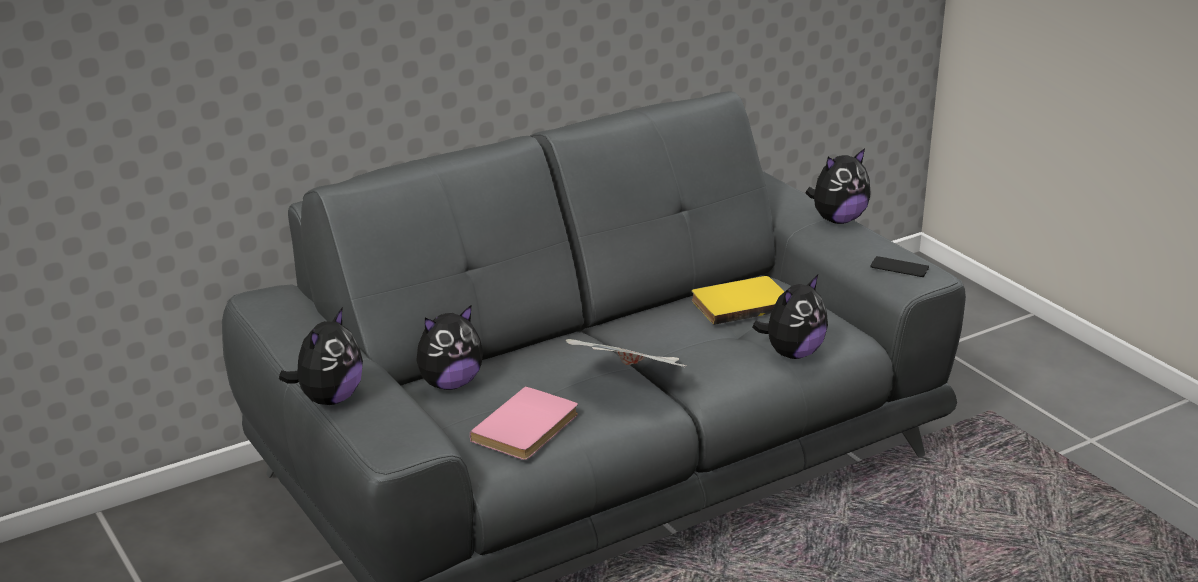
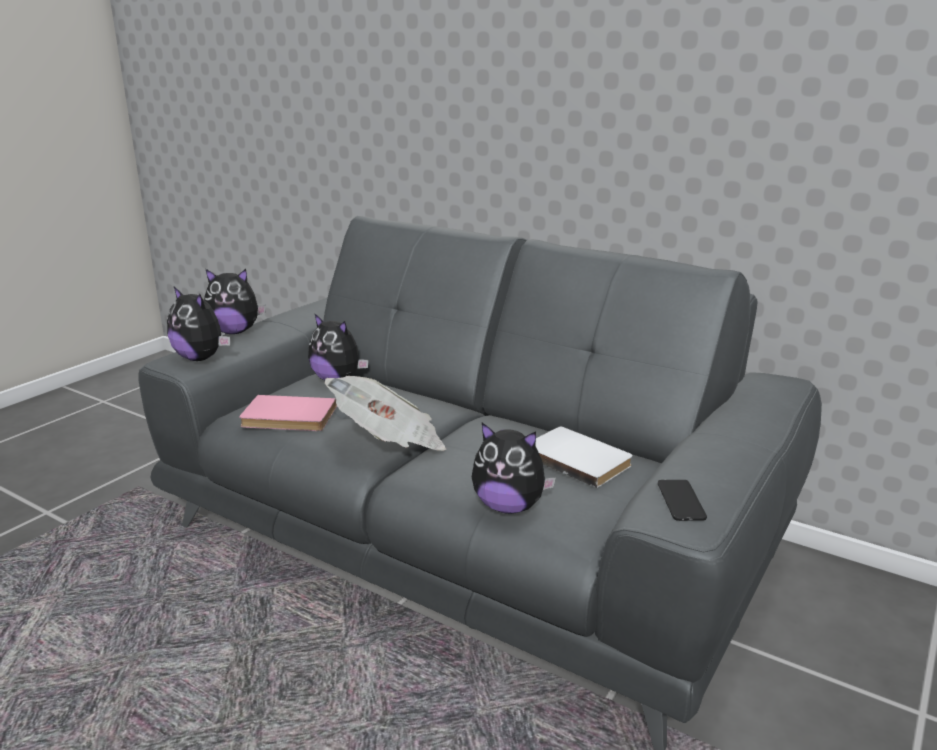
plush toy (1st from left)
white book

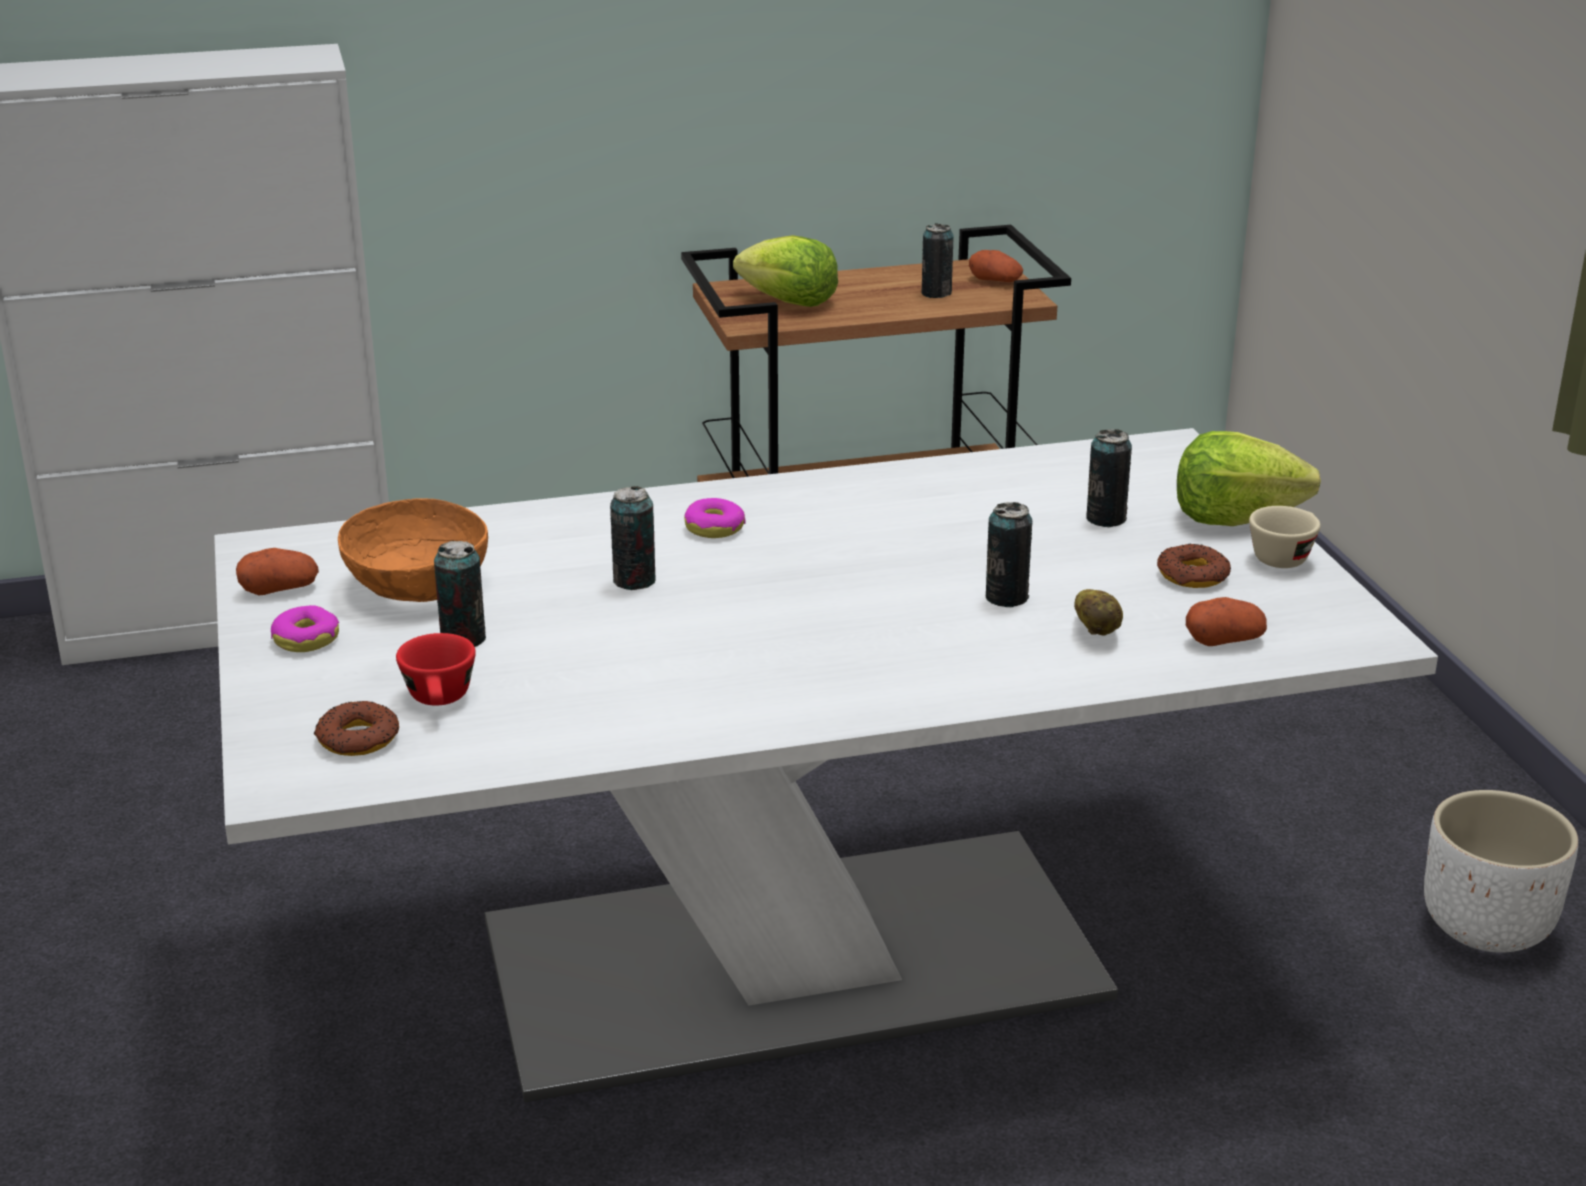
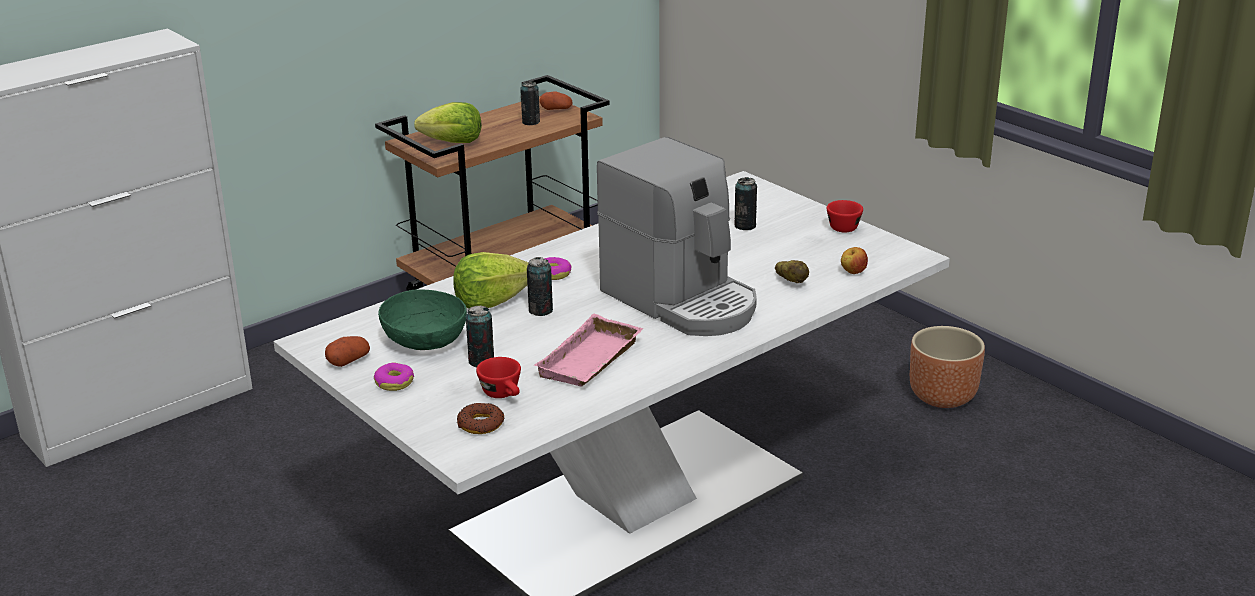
lettuce (2nd from left)
green bowl
can (4th from left in the first image)
red cup (2nd from left)
donut (4th from left in the first image)
apple
brown planter
coffee machine
pink tray

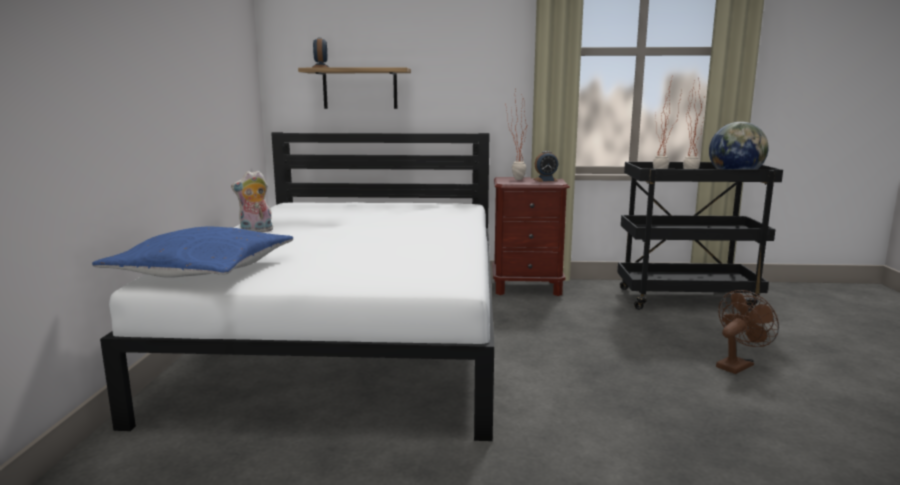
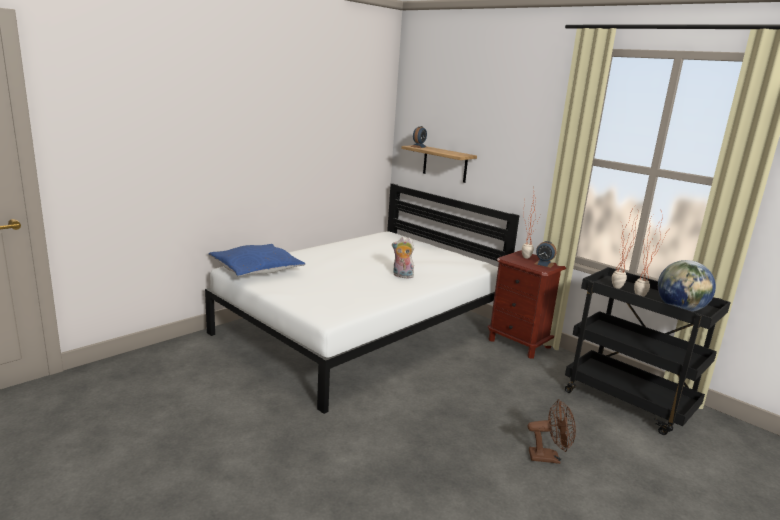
plush toy

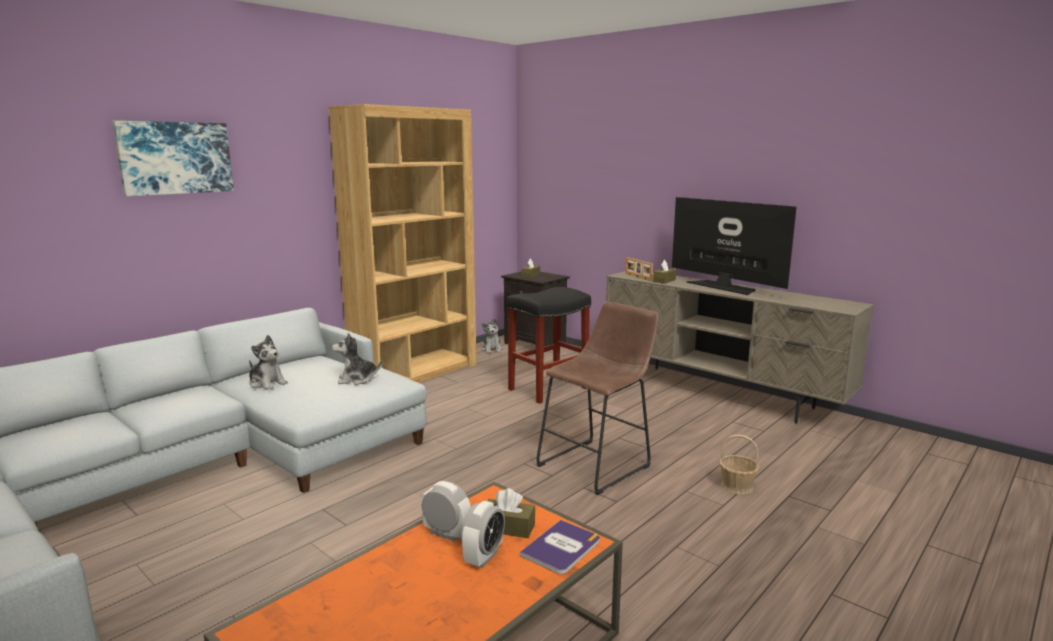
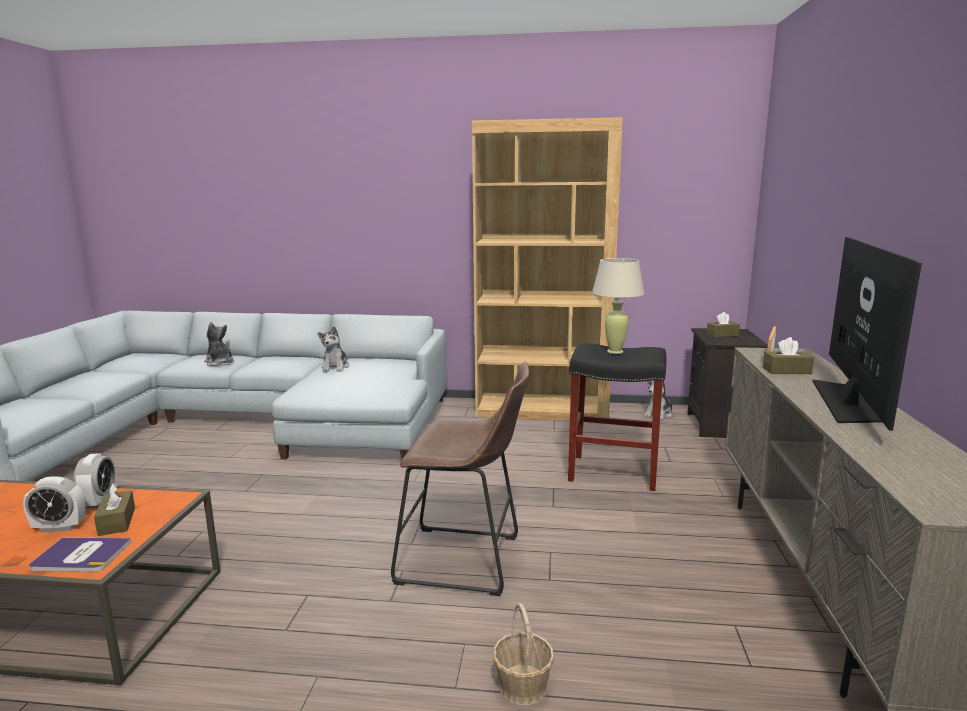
picture
plush toy (1st from left)
beige table lamp

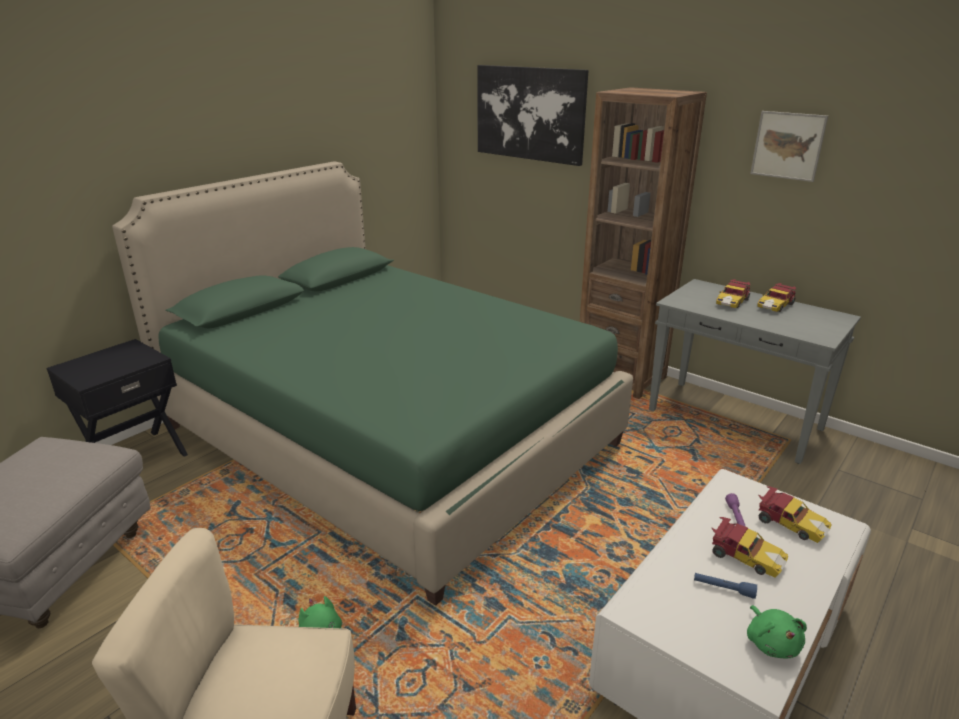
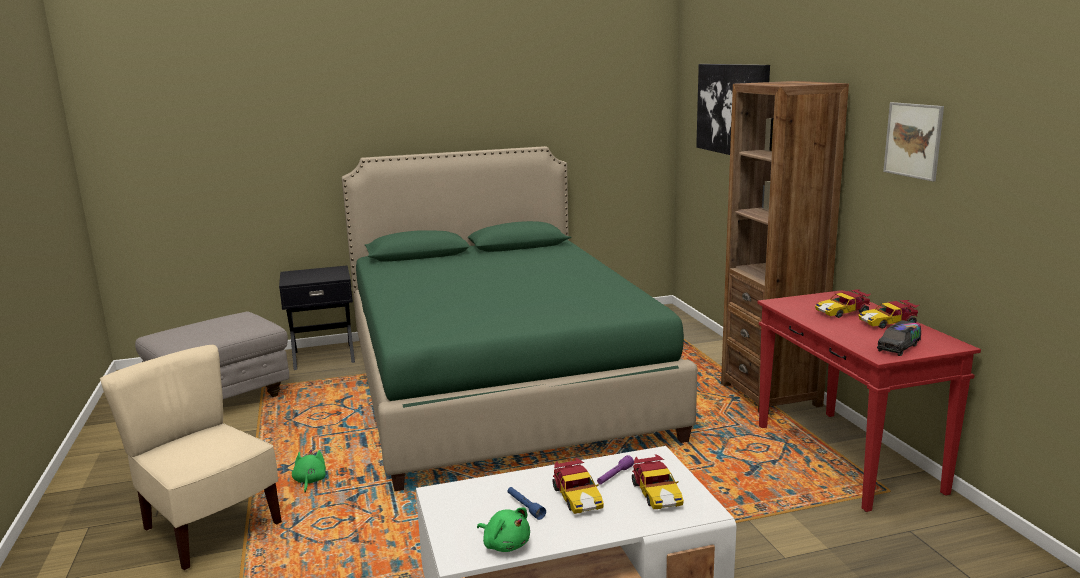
red console table
green plush toy (2nd from left)
toy truck

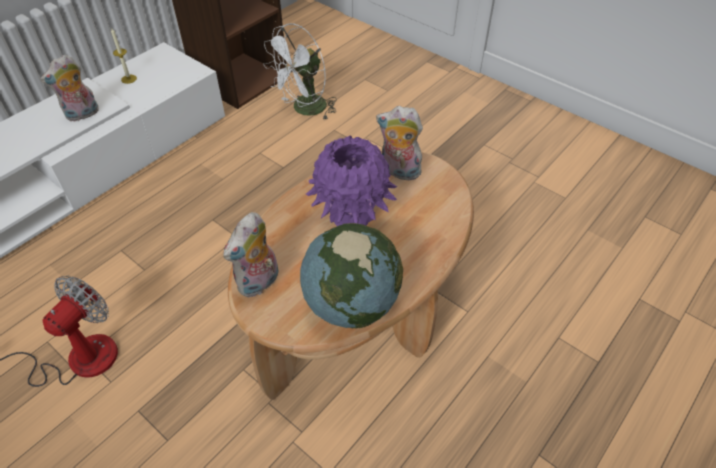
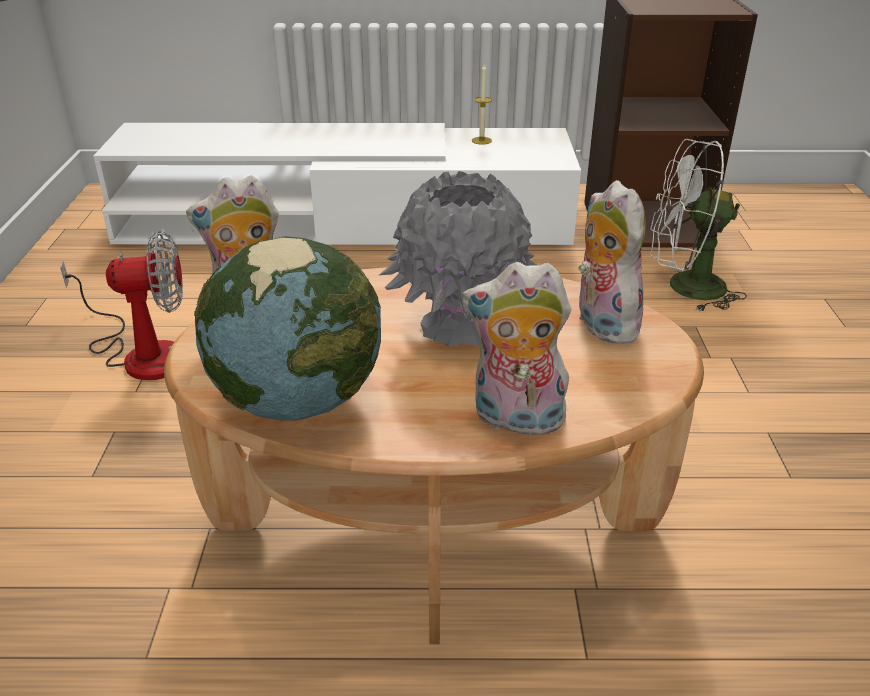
plush toy (2nd from left)
grey vase

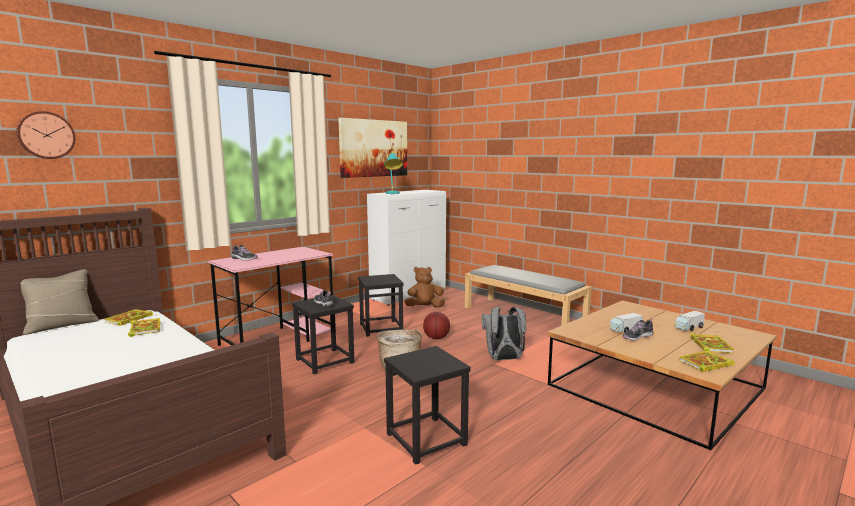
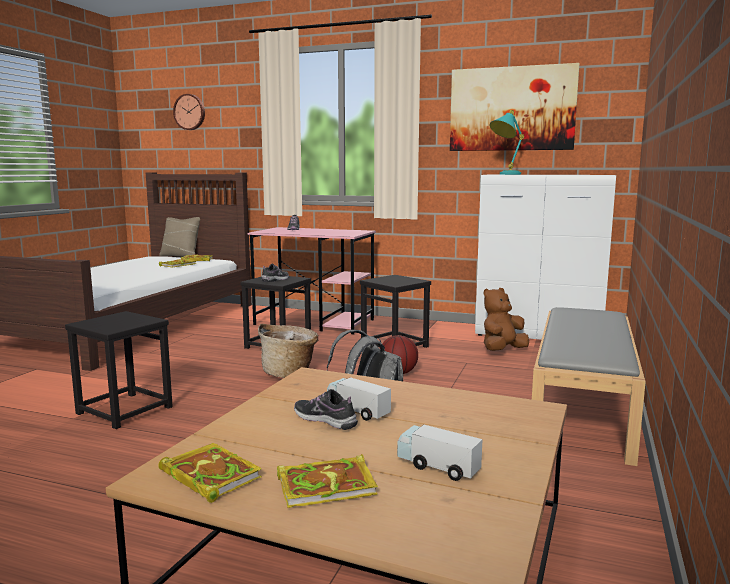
brown plush toy

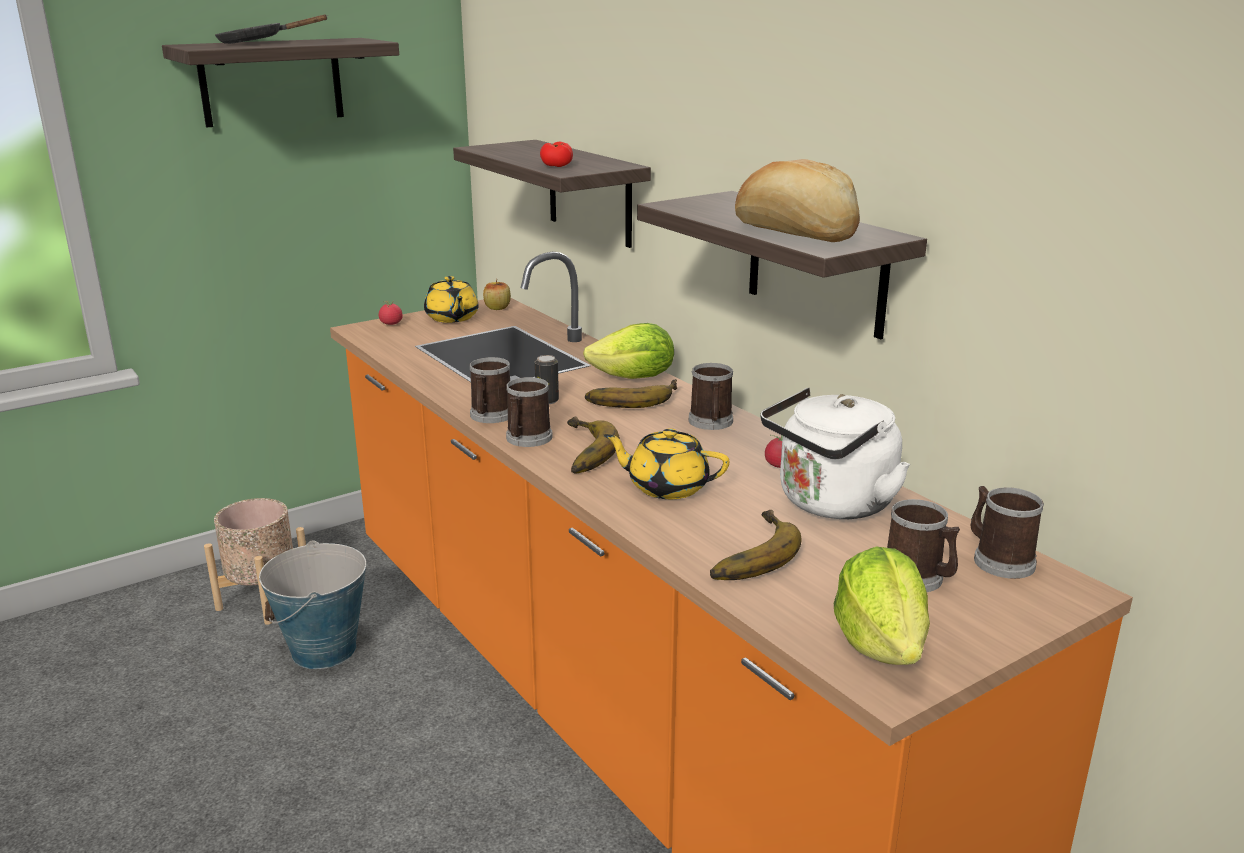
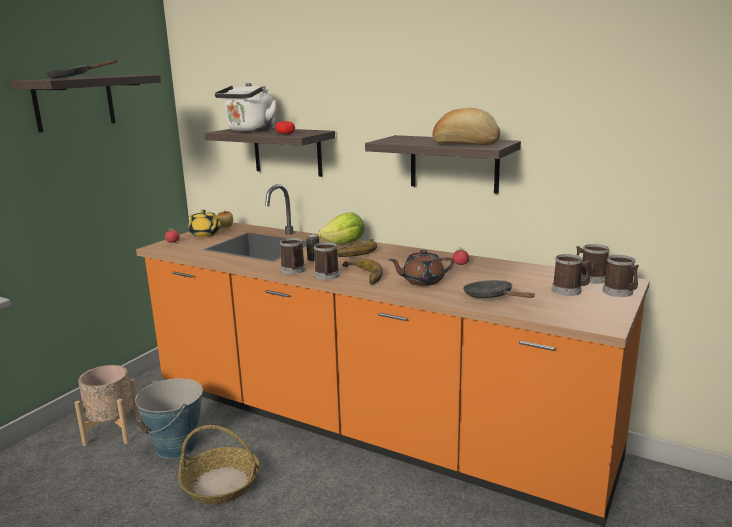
mug (5th from left)
white kettle
brown teapot
black frying pan (2nd from left)
lettuce (2nd from left in the first image)
basket

